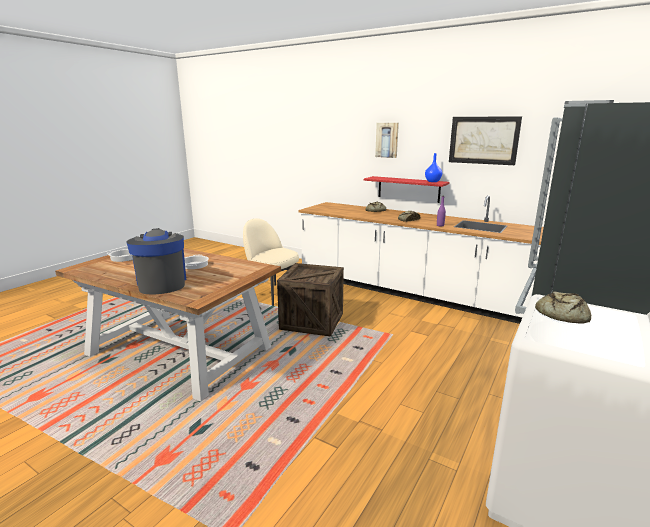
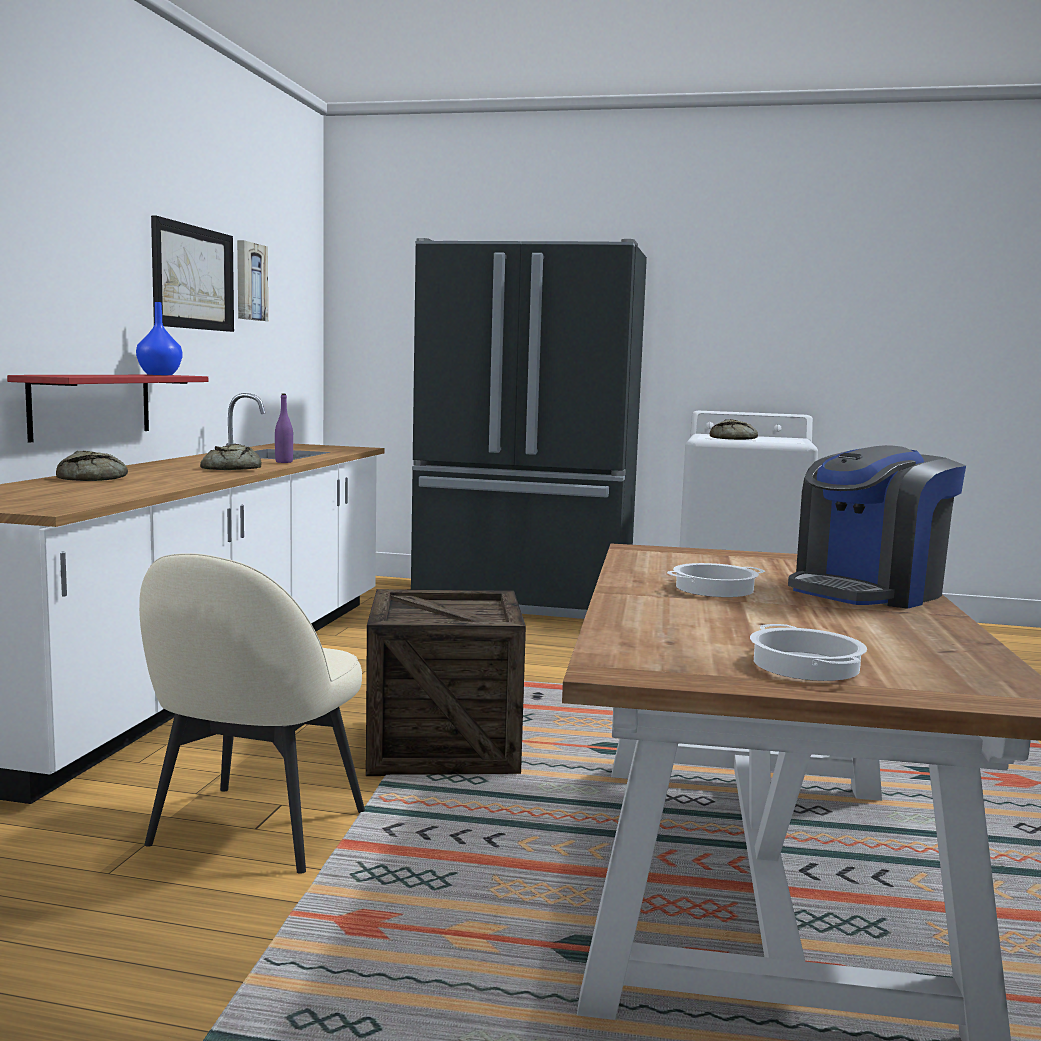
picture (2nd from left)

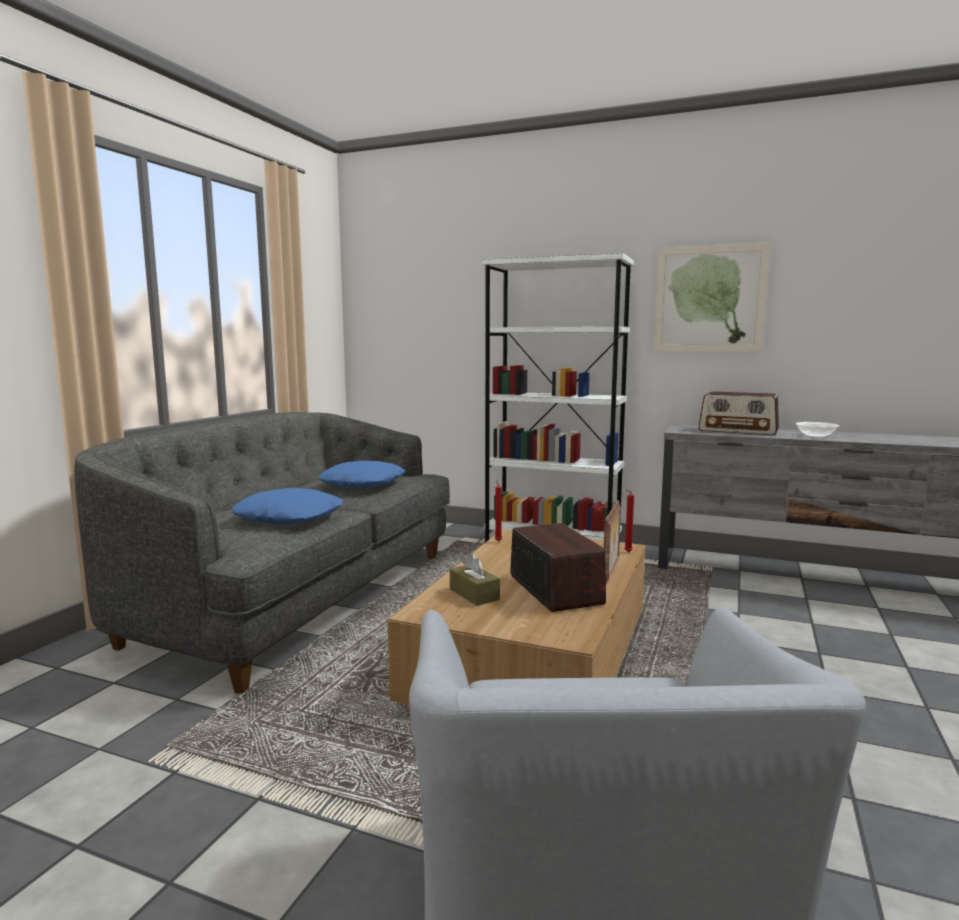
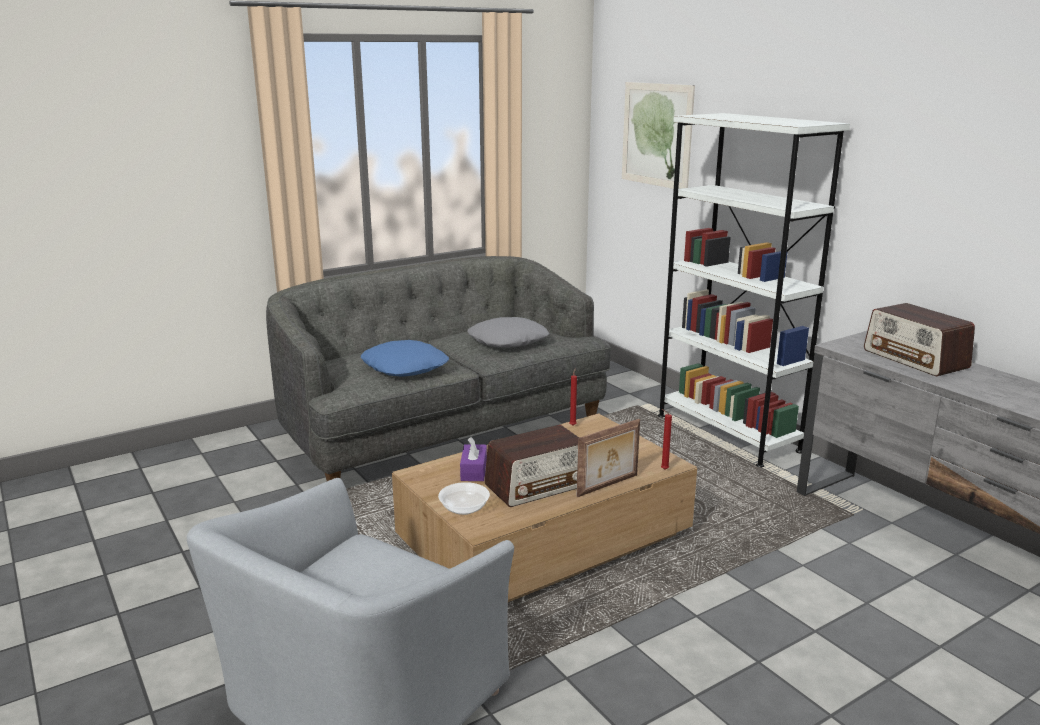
picture
bowl
grey pillow
radio (1st from left)
purple tissue box

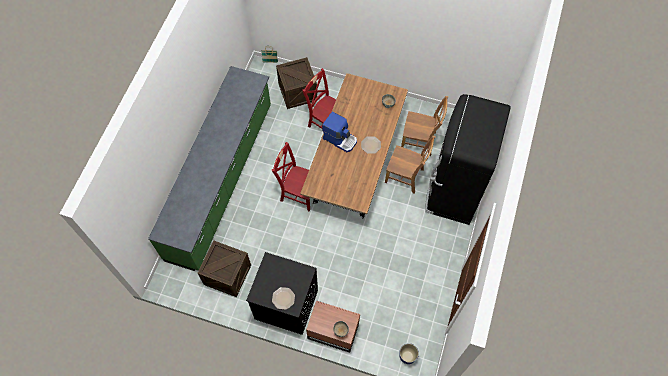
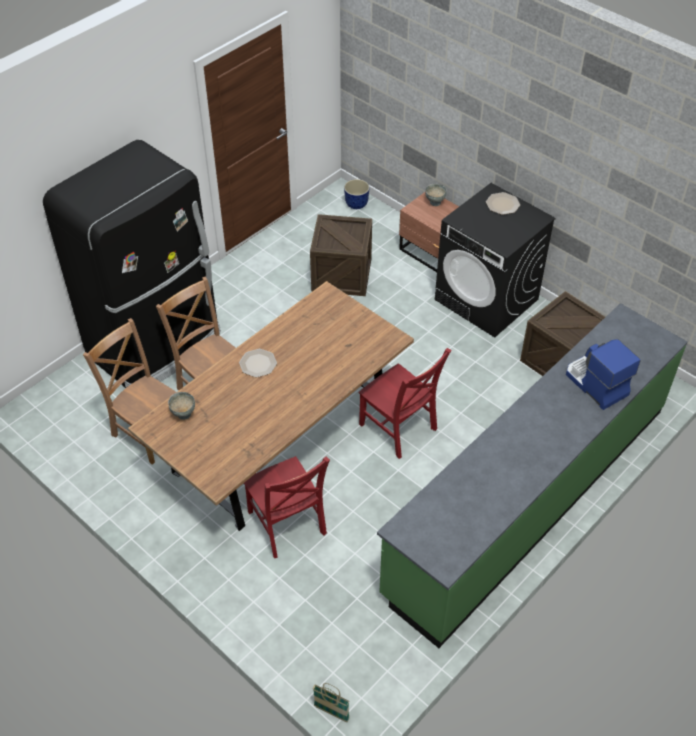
crate (1st from left)
coffee machine

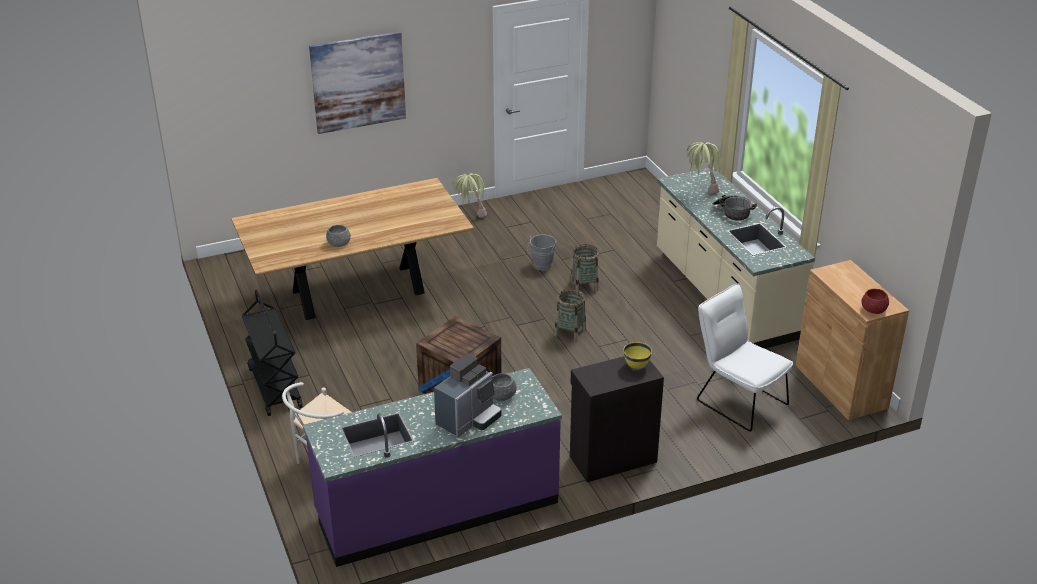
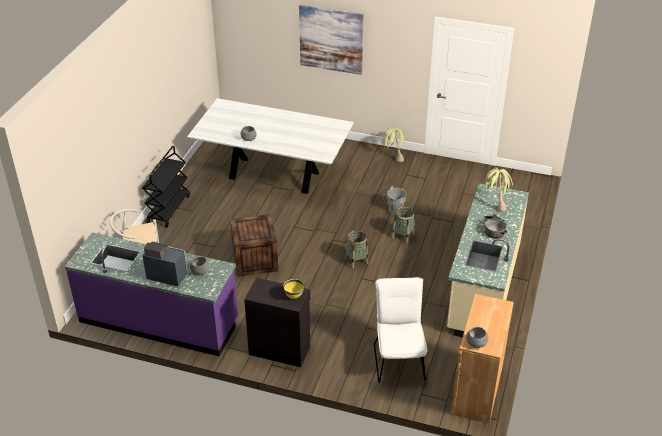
white dining table
grey bowl (3rd from left)
coffee machine

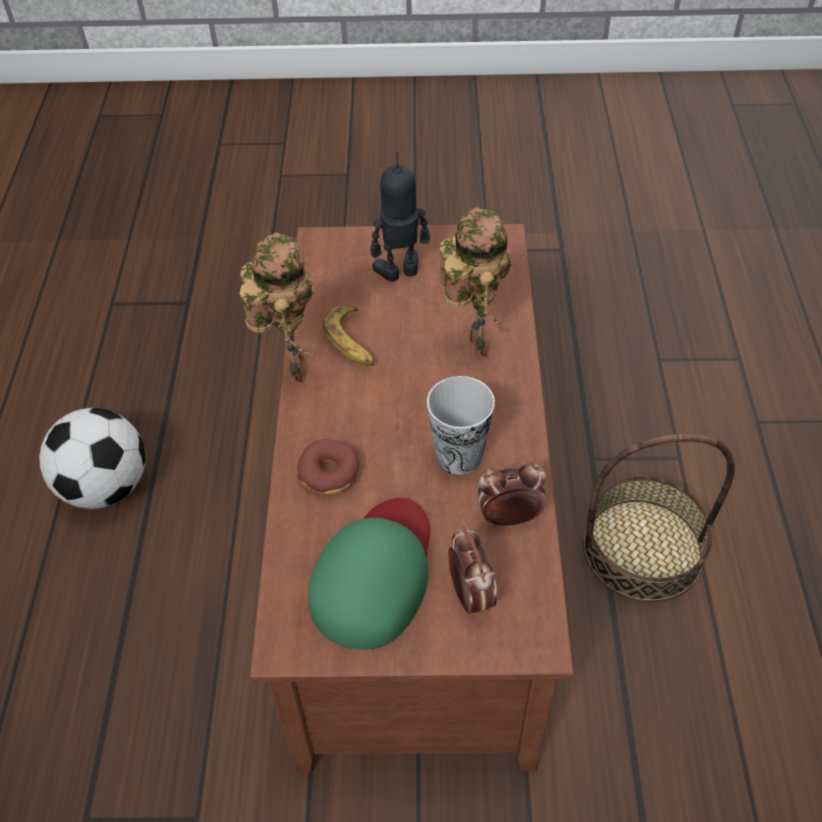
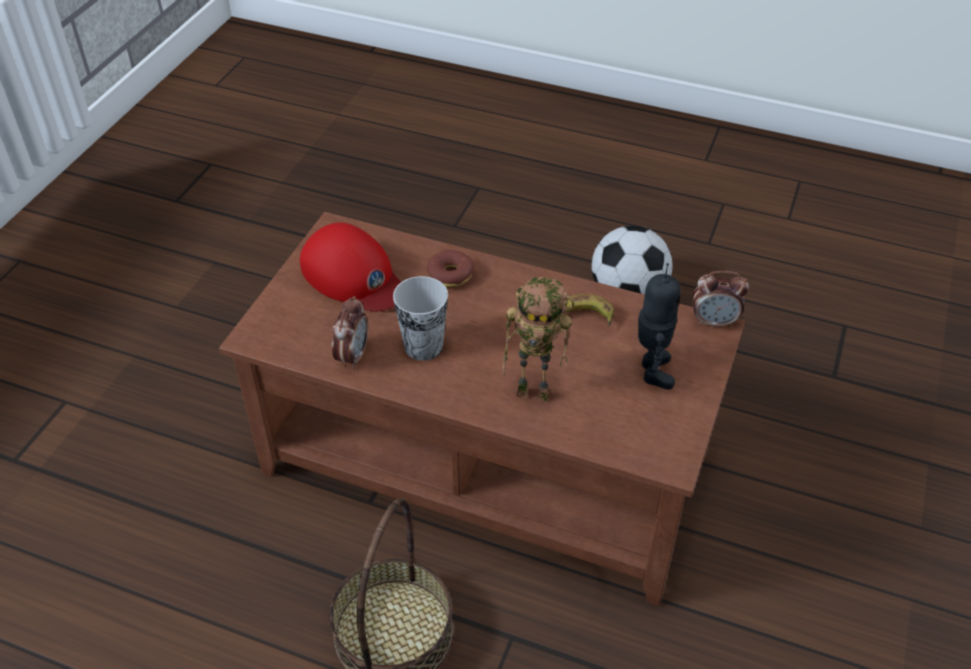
toy robot (1st from left in the first image)
red cap
alarm clock (2nd from left)

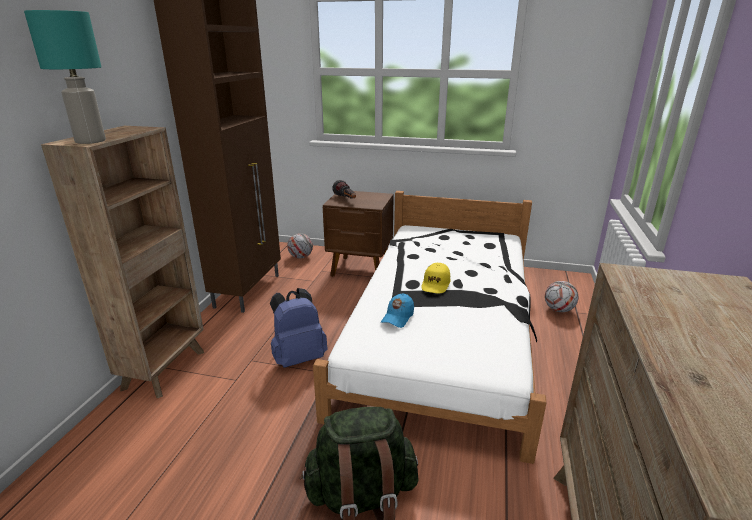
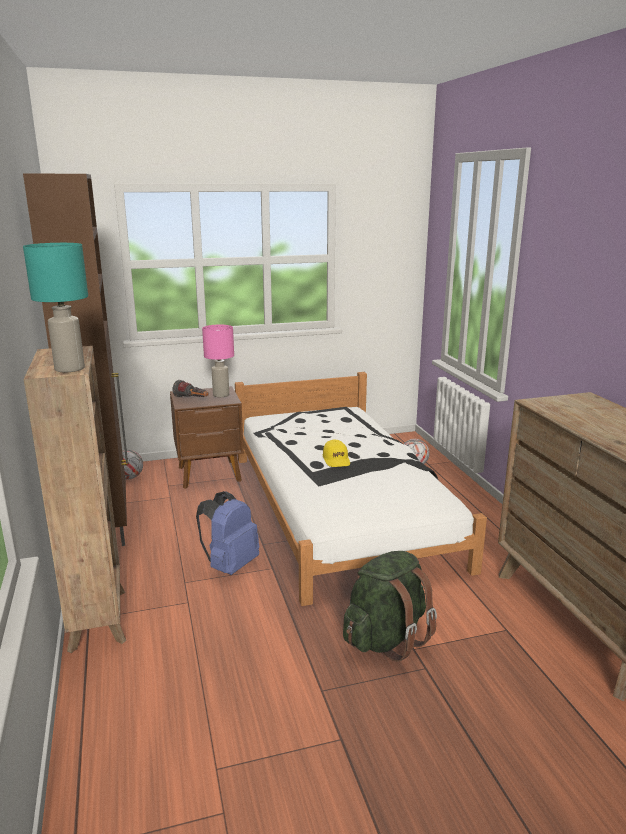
blue cap
pink table lamp

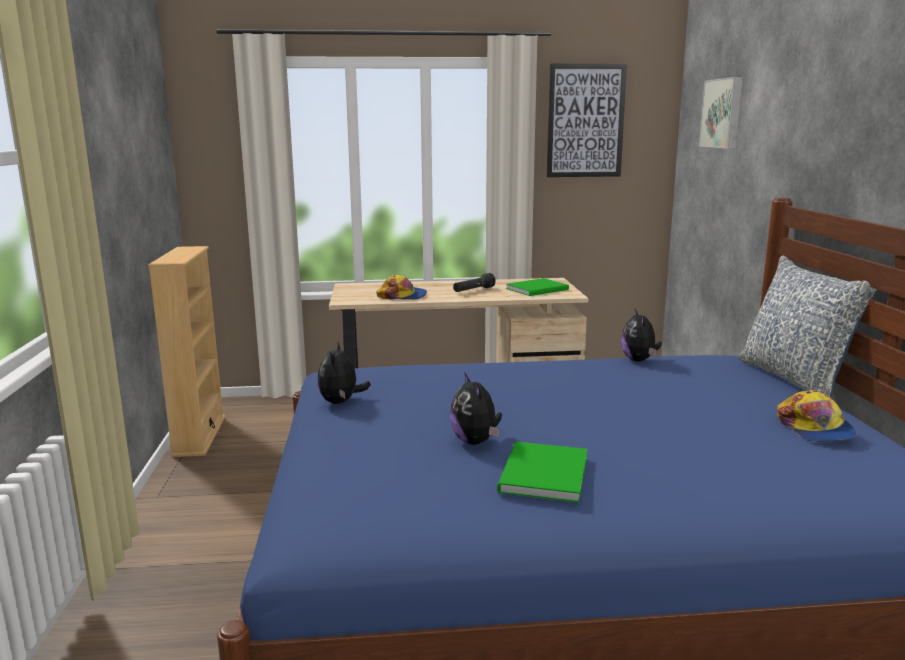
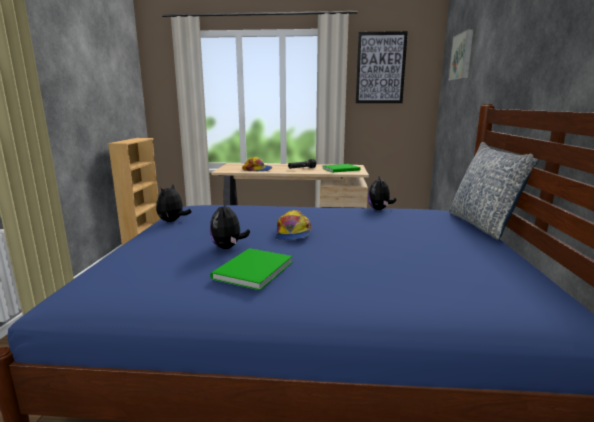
cap (2nd from left)

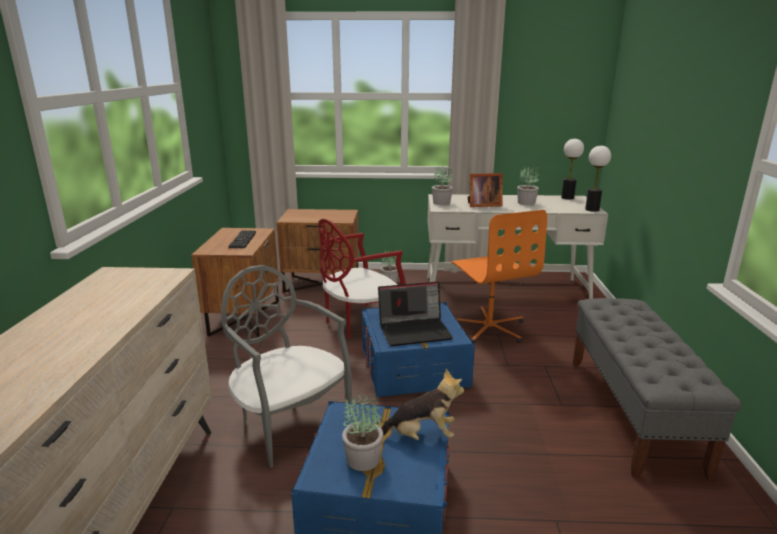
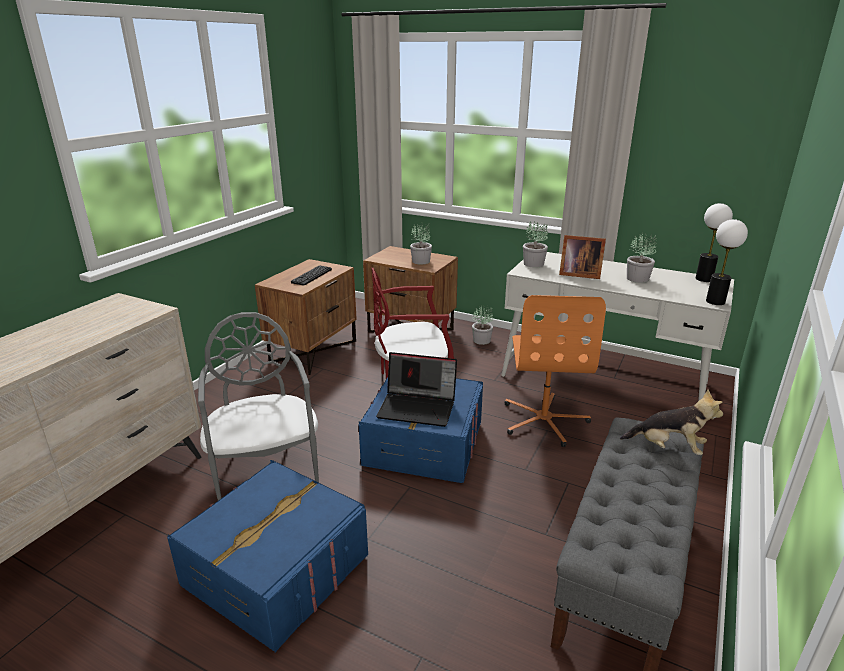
plush toy
potted plant (1st from left)

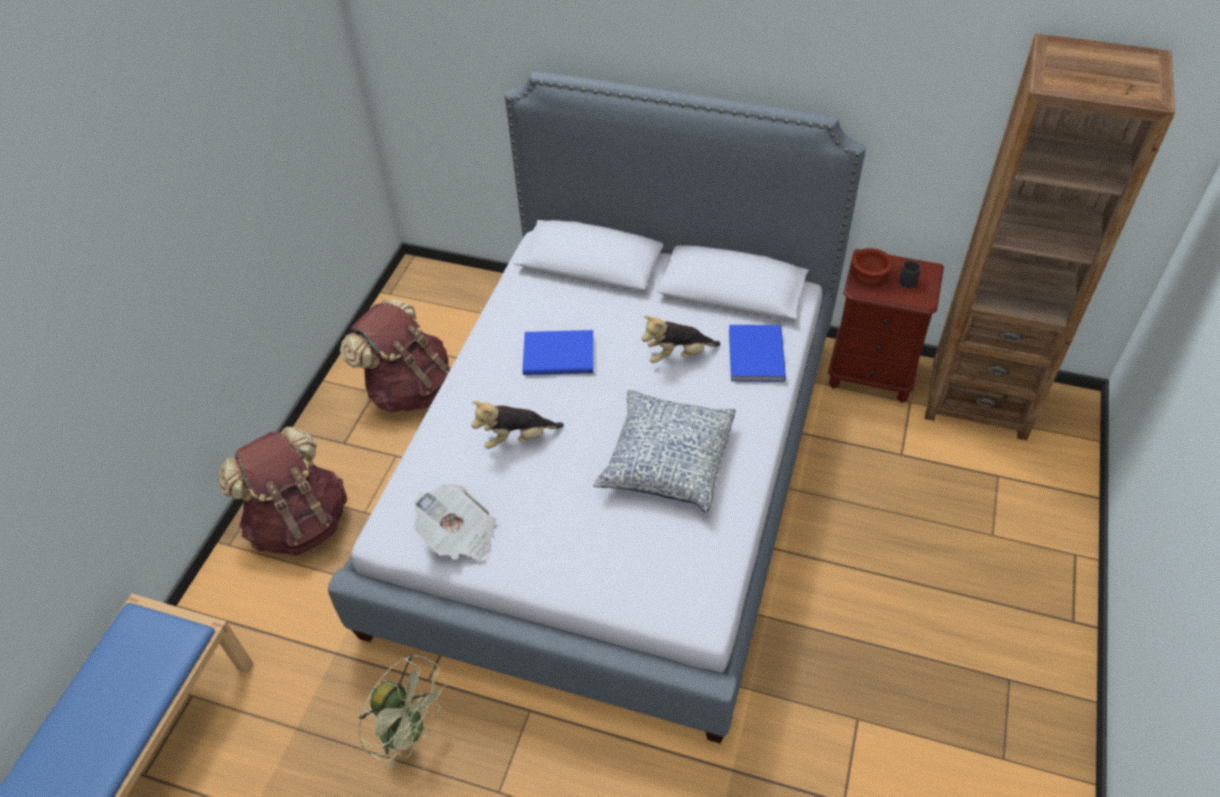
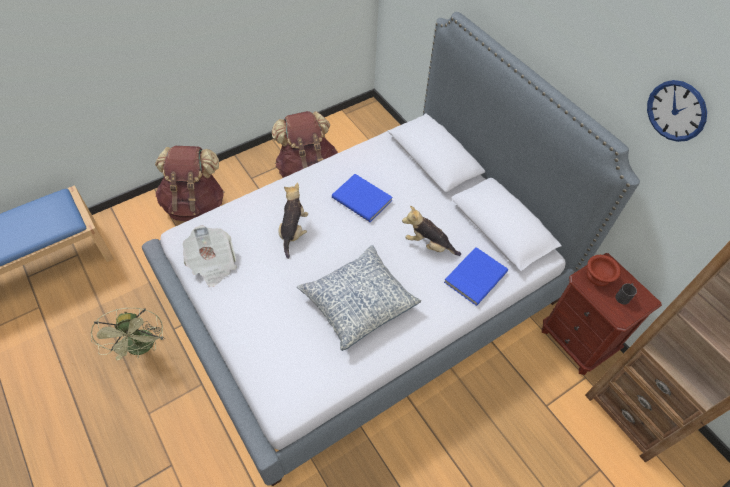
plush toy (1st from left)
wall clock

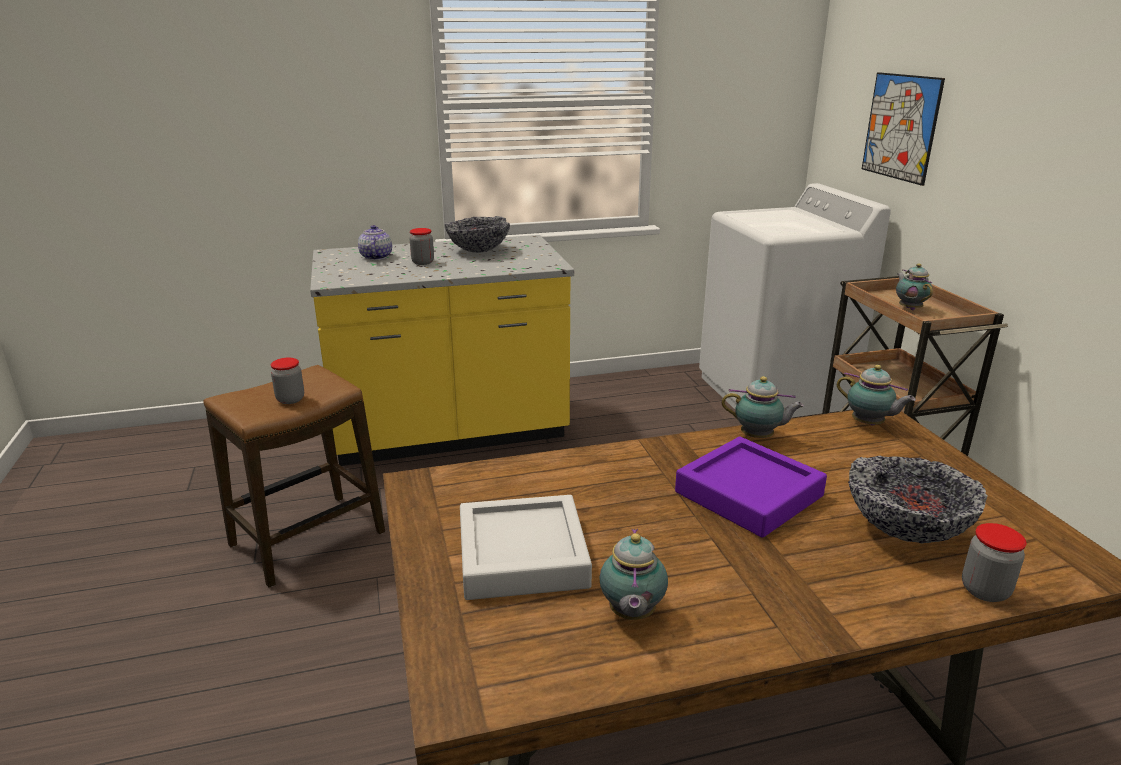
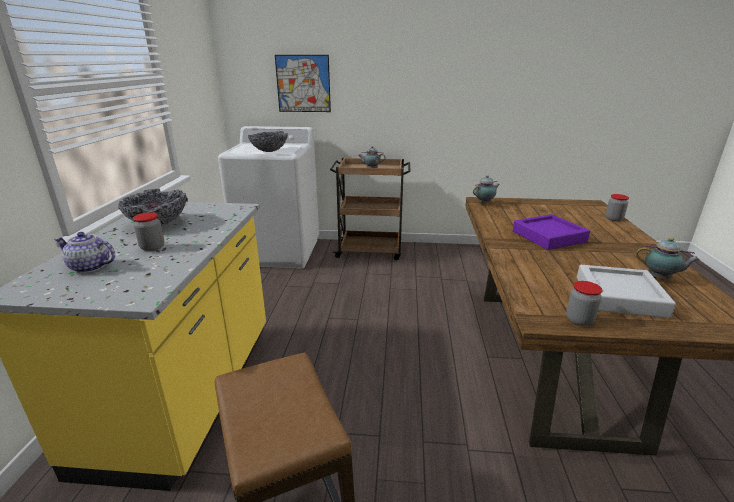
jar (2nd from left)
teapot (3rd from left in the first image)
bowl (2nd from left)

